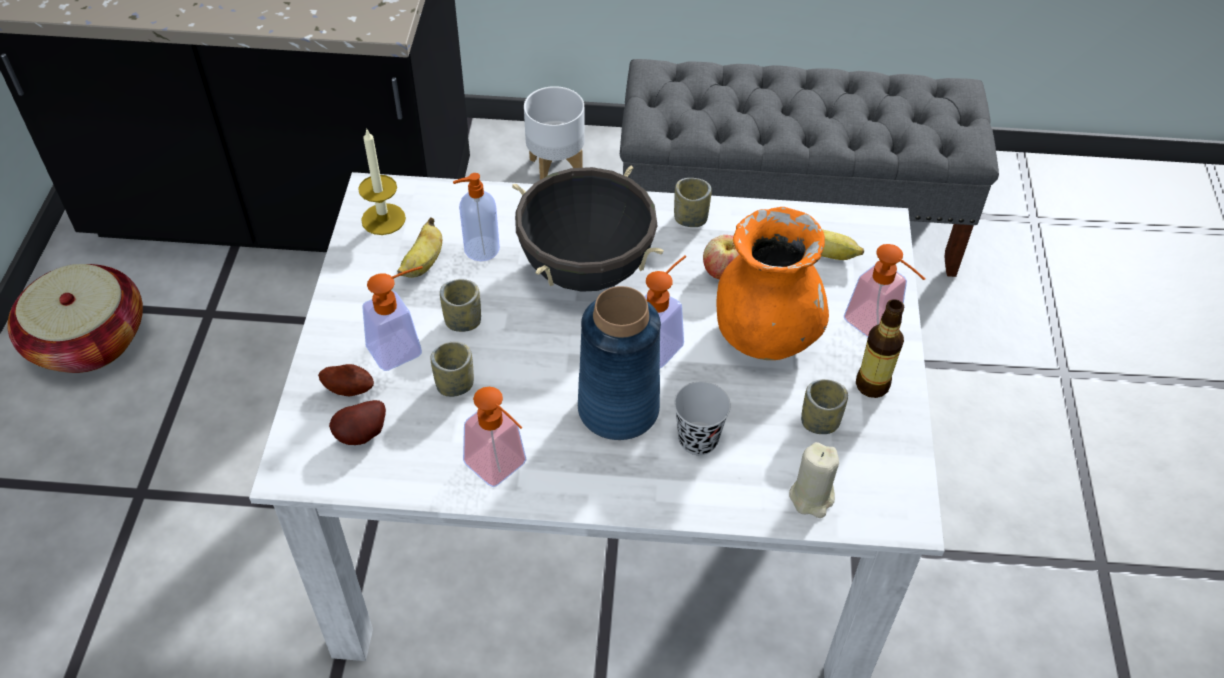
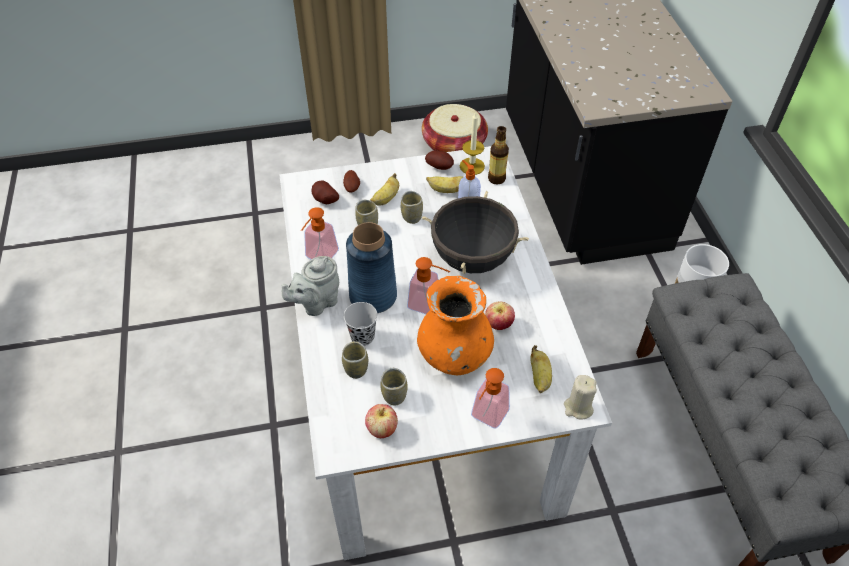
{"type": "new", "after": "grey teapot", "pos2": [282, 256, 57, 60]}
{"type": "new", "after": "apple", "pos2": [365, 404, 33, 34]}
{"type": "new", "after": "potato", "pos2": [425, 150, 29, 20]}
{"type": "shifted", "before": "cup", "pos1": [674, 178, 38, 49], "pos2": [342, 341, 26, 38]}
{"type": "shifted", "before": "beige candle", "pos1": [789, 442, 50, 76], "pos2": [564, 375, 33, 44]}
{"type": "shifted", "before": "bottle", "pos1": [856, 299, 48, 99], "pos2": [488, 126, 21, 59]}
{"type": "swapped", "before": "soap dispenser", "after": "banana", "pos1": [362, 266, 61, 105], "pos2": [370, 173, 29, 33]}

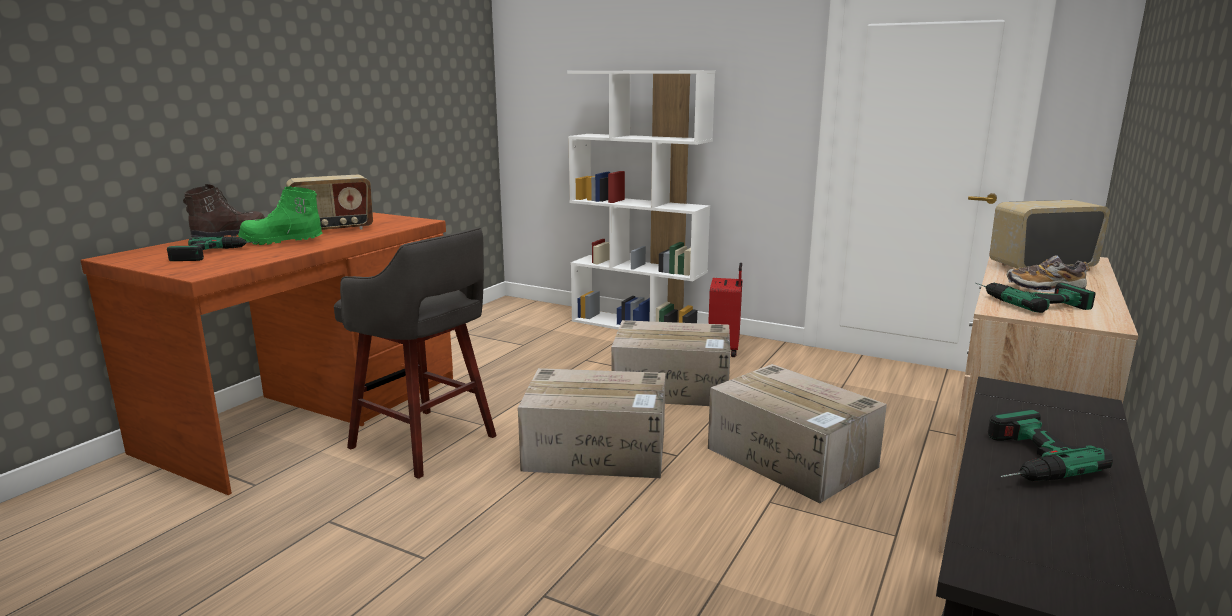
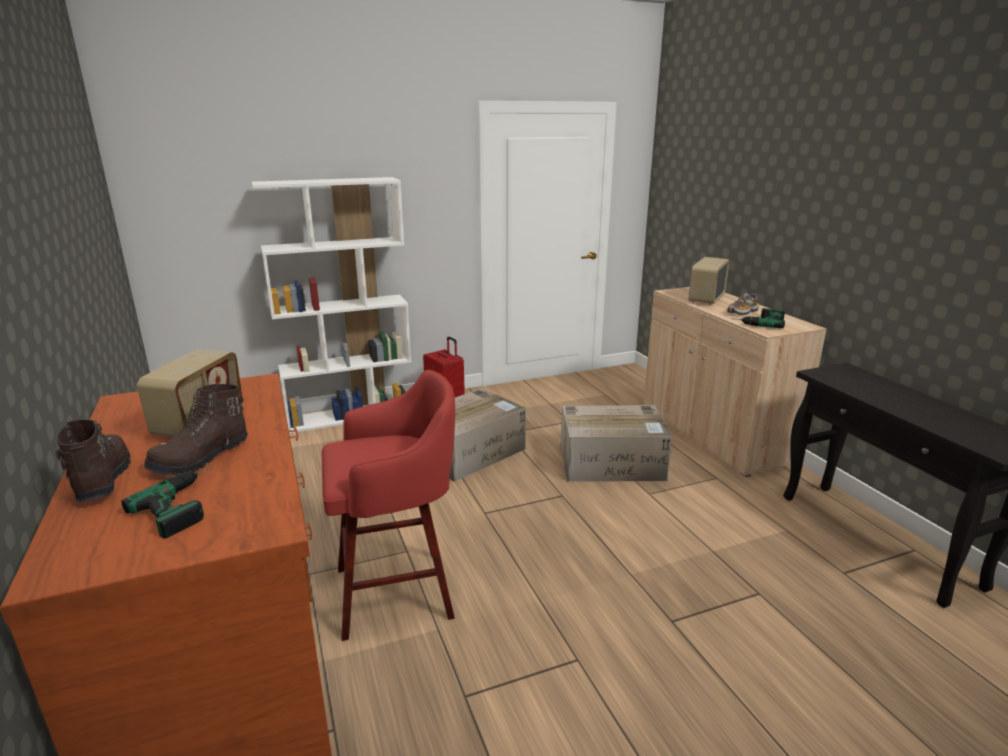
{"type": "gone", "before": "cardboard box", "pos1": [518, 368, 147, 110]}
{"type": "gone", "before": "power drill", "pos1": [988, 409, 125, 72]}
{"type": "repainted", "before": "green boot", "after": "brown boot", "pos1": [238, 186, 85, 59], "pos2": [144, 384, 104, 91]}
{"type": "repainted", "before": "grey stool", "after": "red stool", "pos1": [334, 228, 163, 251], "pos2": [322, 370, 133, 271]}

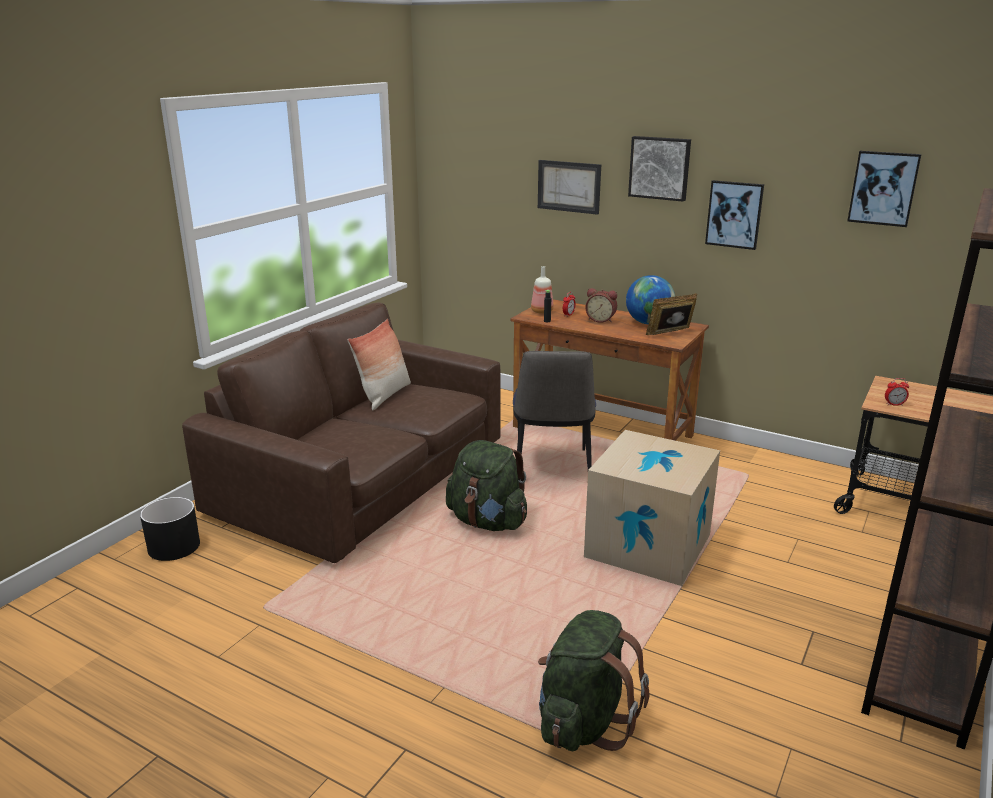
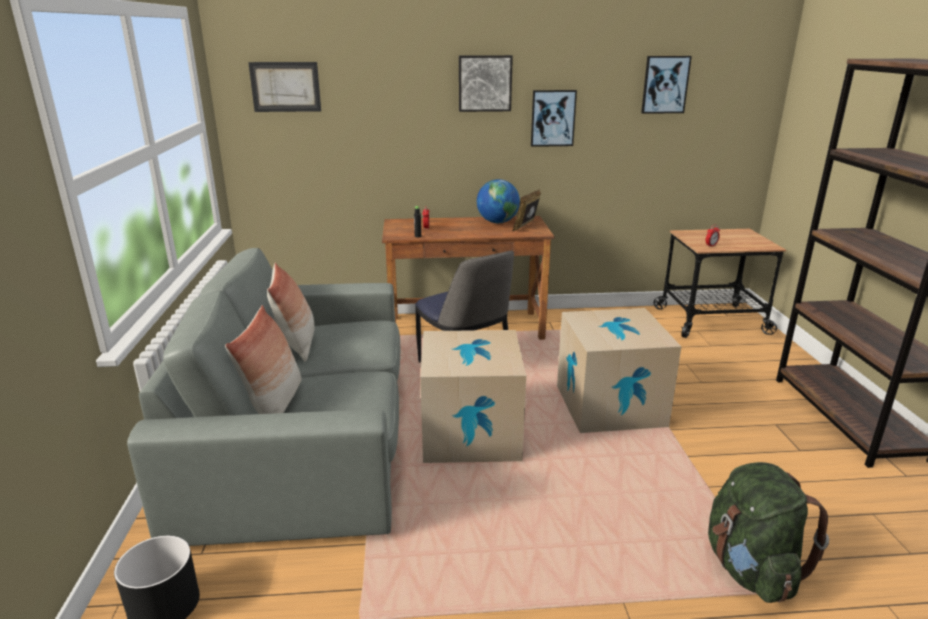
{"type": "gone", "before": "bottle", "pos1": [531, 266, 23, 48]}
{"type": "gone", "before": "alarm clock", "pos1": [586, 288, 31, 35]}
{"type": "new", "after": "pillow", "pos2": [225, 305, 77, 109]}
{"type": "shifted", "before": "picture", "pos1": [538, 160, 63, 55], "pos2": [248, 62, 73, 50]}
{"type": "swapped", "before": "green backpack", "after": "cardboard box", "pos1": [446, 440, 81, 91], "pos2": [420, 330, 106, 133]}
{"type": "repainted", "before": "brown sofa", "after": "grey sofa", "pos1": [182, 303, 319, 260], "pos2": [127, 248, 273, 298]}

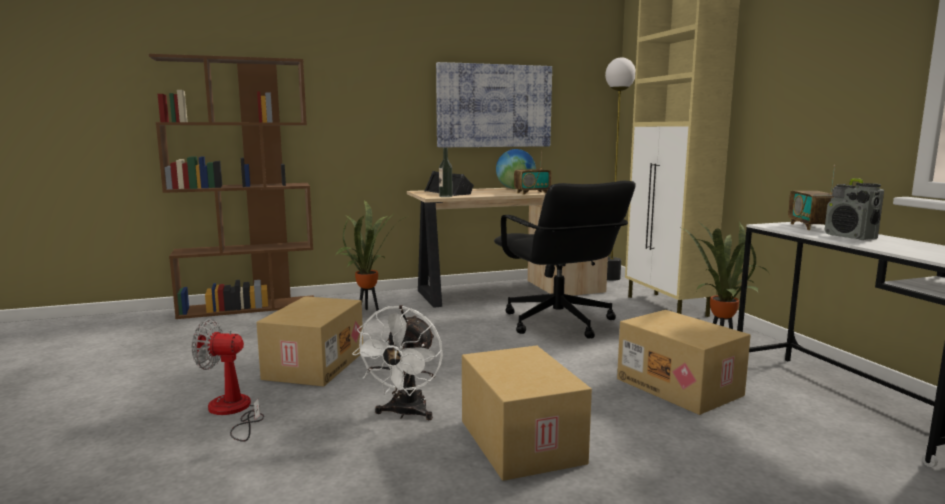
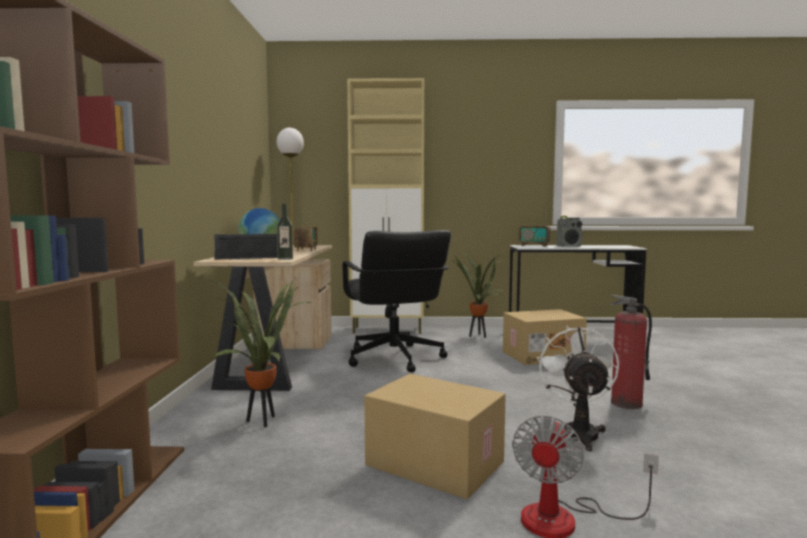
{"type": "gone", "before": "picture", "pos1": [436, 62, 116, 85]}
{"type": "swapped", "before": "cardboard box", "after": "fire extinguisher", "pos1": [462, 346, 130, 135], "pos2": [610, 294, 42, 115]}
{"type": "rotated", "before": "white fan", "pos1": [352, 305, 91, 115], "pos2": [537, 325, 82, 126], "turn": -120}
{"type": "rotated", "before": "black office chair", "pos1": [494, 181, 142, 158], "pos2": [343, 230, 108, 142], "turn": 75}

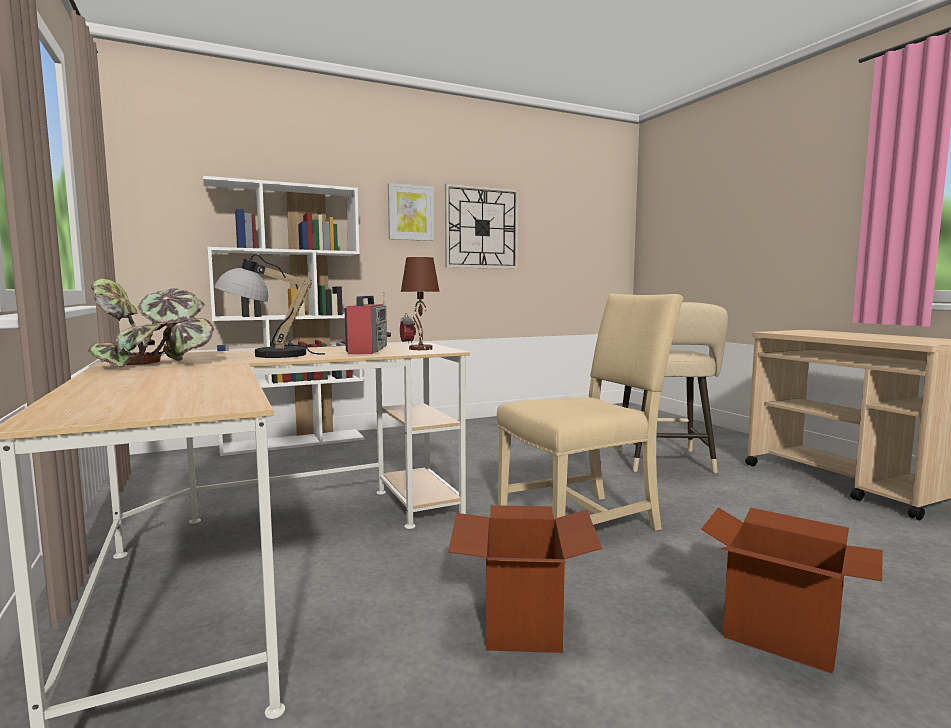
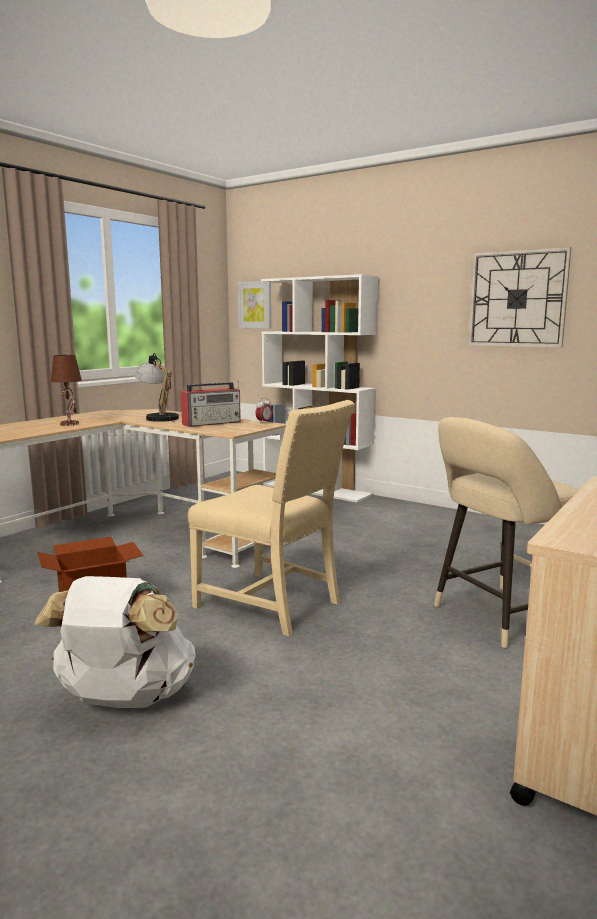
{"type": "gone", "before": "potted plant", "pos1": [88, 278, 126, 90]}
{"type": "shifted", "before": "picture", "pos1": [388, 183, 46, 58], "pos2": [238, 281, 33, 48]}
{"type": "shifted", "before": "brown table lamp", "pos1": [401, 257, 39, 93], "pos2": [51, 355, 31, 71]}
{"type": "swapped", "before": "cardboard box", "after": "white backpack", "pos1": [701, 507, 182, 166], "pos2": [34, 576, 162, 132]}

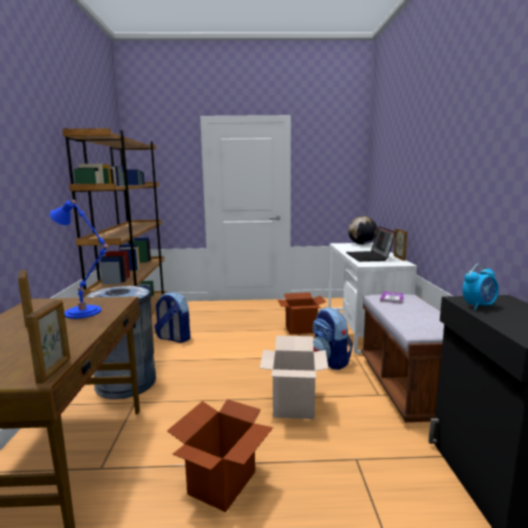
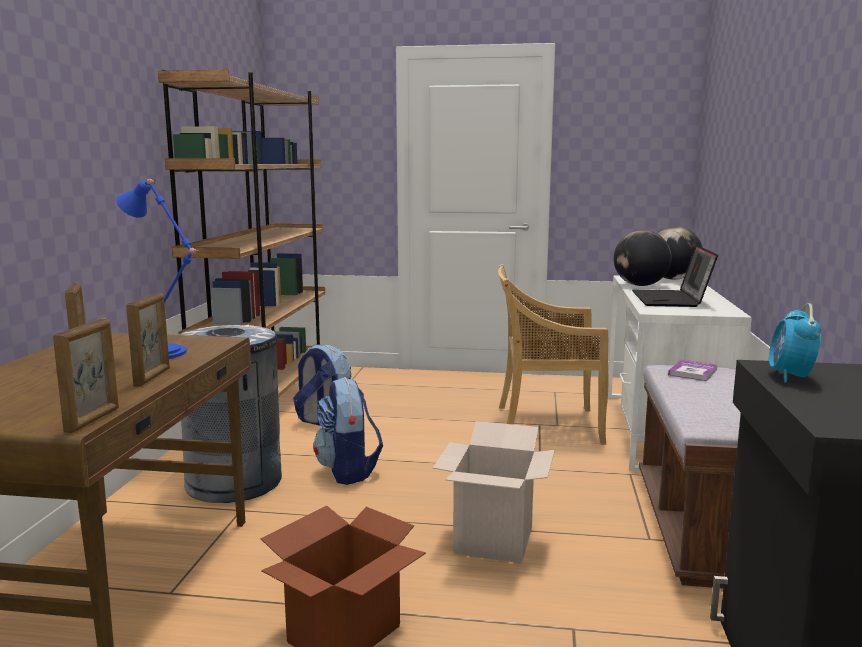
{"type": "new", "after": "globe", "pos2": [614, 230, 58, 56]}
{"type": "shifted", "before": "backpack", "pos1": [312, 307, 41, 63], "pos2": [313, 377, 70, 108]}
{"type": "shifted", "before": "picture frame", "pos1": [394, 229, 13, 32], "pos2": [126, 293, 44, 93]}
{"type": "swapped", "before": "cardboard box", "after": "beige chair", "pos1": [278, 292, 48, 43], "pos2": [498, 264, 110, 181]}
{"type": "rotated", "before": "alarm clock", "pos1": [463, 264, 36, 46], "pos2": [769, 303, 52, 79], "turn": 120}

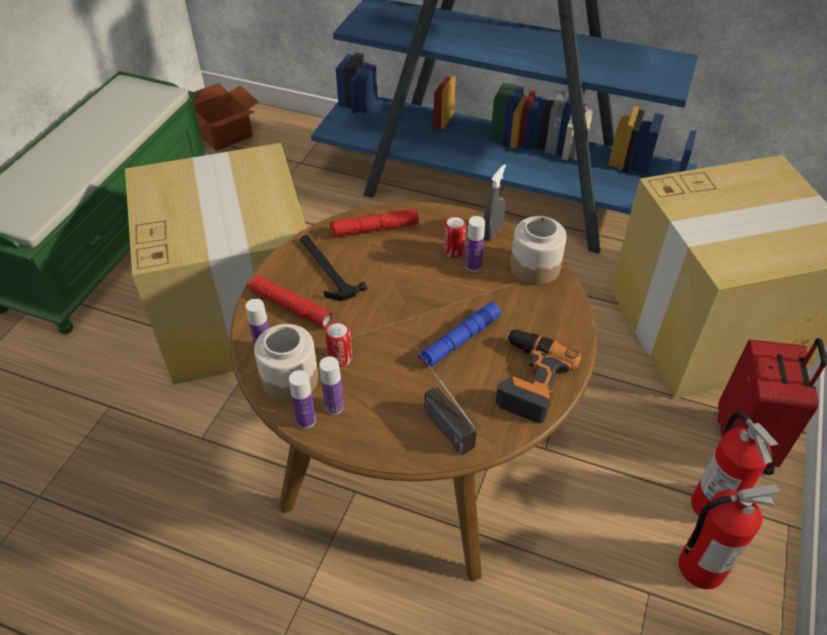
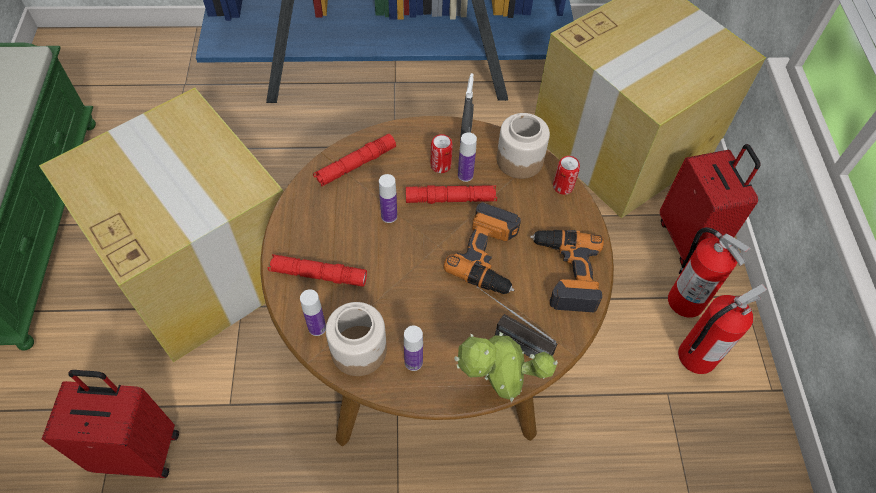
{"type": "gone", "before": "cardboard box", "pos1": [194, 83, 65, 68]}
{"type": "gone", "before": "hammer", "pos1": [300, 235, 67, 66]}
{"type": "new", "after": "red suitcase", "pos2": [42, 370, 137, 108]}
{"type": "new", "after": "red flashlight", "pos2": [406, 185, 91, 19]}
{"type": "new", "after": "potted plant", "pos2": [454, 332, 104, 70]}
{"type": "shifted", "before": "bottle", "pos1": [289, 370, 27, 59], "pos2": [379, 174, 18, 49]}
{"type": "shifted", "before": "can", "pos1": [325, 322, 28, 45], "pos2": [553, 156, 27, 39]}
{"type": "swapped", "before": "blue flashlight", "after": "power drill", "pos1": [418, 302, 83, 65], "pos2": [444, 202, 77, 92]}

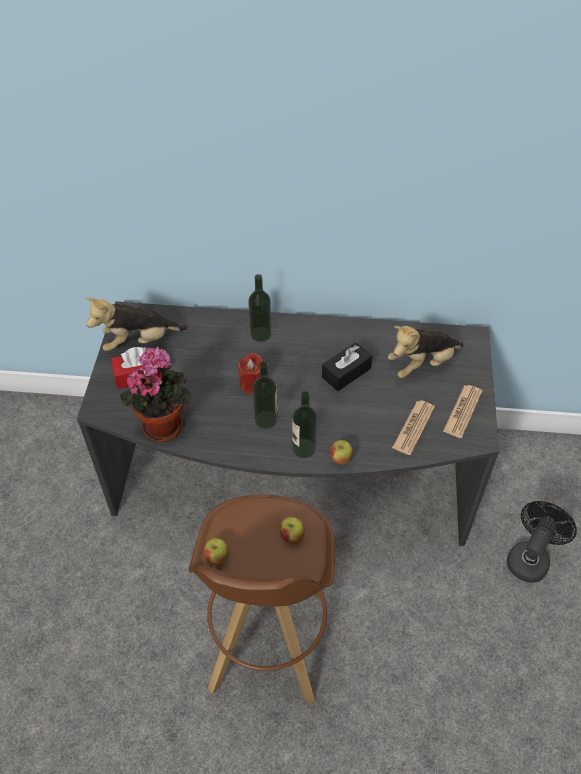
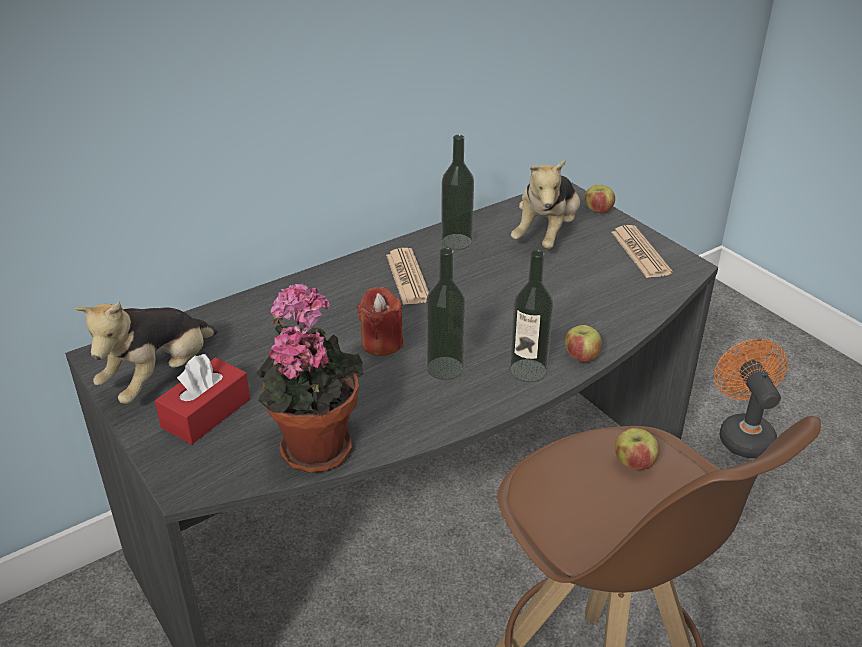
{"type": "gone", "before": "black tissue box", "pos1": [322, 342, 50, 49]}
{"type": "shifted", "before": "apple", "pos1": [203, 538, 26, 27], "pos2": [585, 184, 30, 30]}
{"type": "shifted", "before": "bottle", "pos1": [248, 274, 24, 68], "pos2": [441, 135, 33, 115]}
{"type": "shifted", "before": "newspaper", "pos1": [392, 400, 43, 55], "pos2": [386, 248, 43, 57]}
{"type": "repainted", "before": "black fan", "after": "orange fan", "pos1": [507, 501, 70, 82], "pos2": [714, 339, 74, 119]}

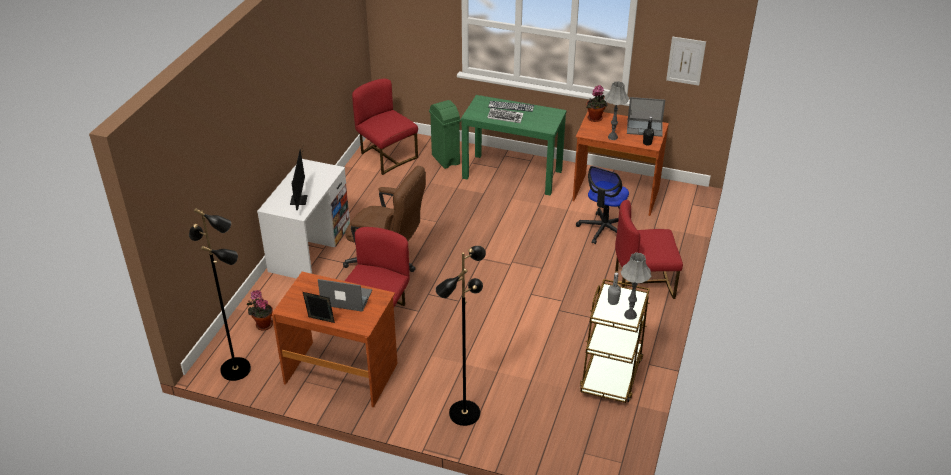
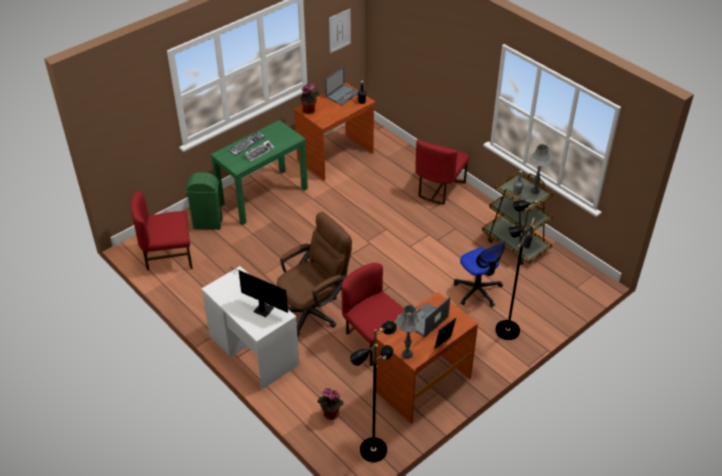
{"type": "shifted", "before": "office chair", "pos1": [576, 166, 53, 78], "pos2": [454, 240, 52, 67]}
{"type": "shifted", "before": "grey table lamp", "pos1": [605, 81, 24, 59], "pos2": [396, 305, 26, 54]}

